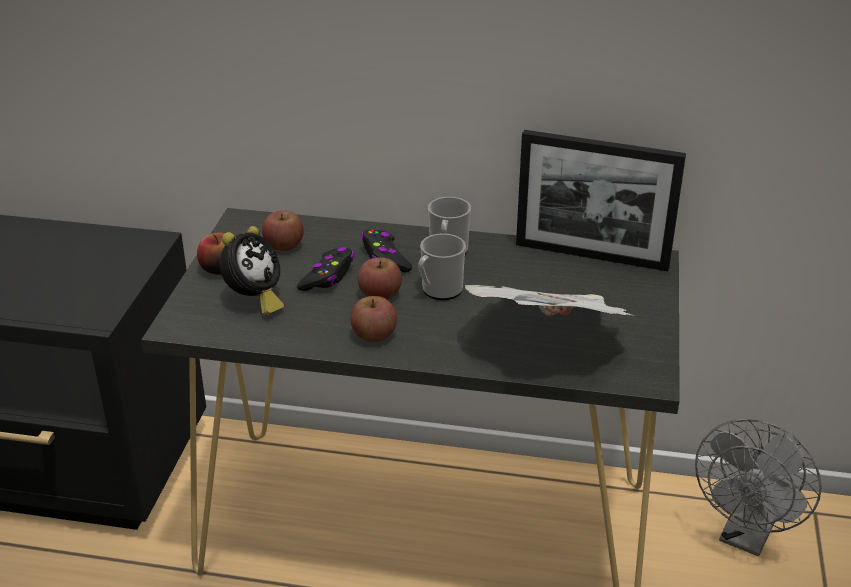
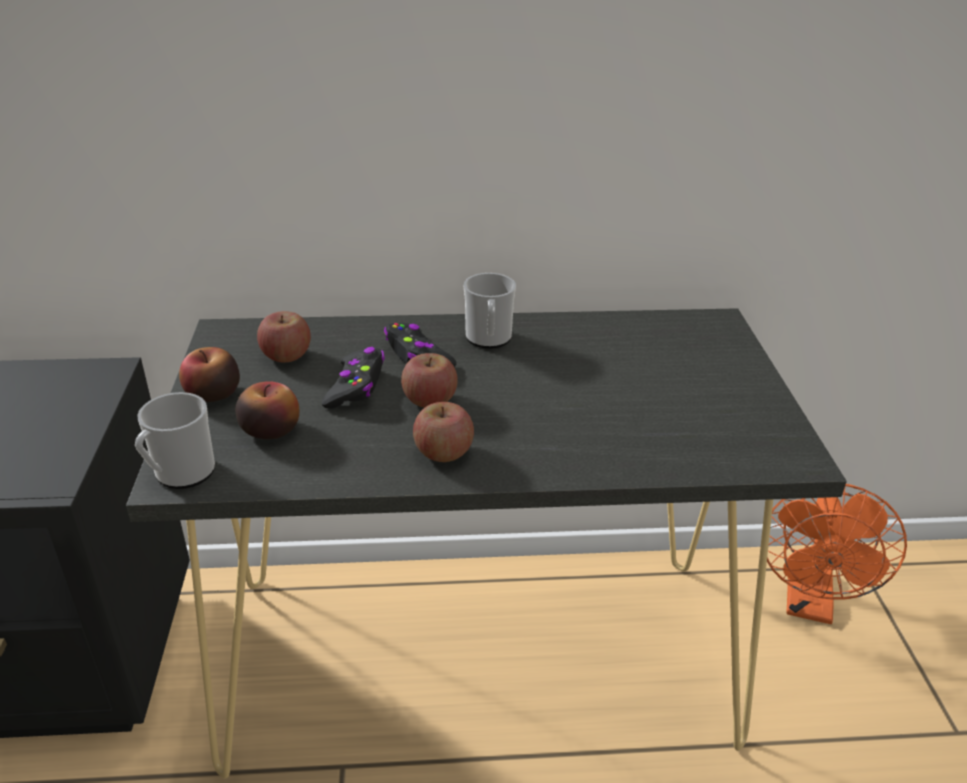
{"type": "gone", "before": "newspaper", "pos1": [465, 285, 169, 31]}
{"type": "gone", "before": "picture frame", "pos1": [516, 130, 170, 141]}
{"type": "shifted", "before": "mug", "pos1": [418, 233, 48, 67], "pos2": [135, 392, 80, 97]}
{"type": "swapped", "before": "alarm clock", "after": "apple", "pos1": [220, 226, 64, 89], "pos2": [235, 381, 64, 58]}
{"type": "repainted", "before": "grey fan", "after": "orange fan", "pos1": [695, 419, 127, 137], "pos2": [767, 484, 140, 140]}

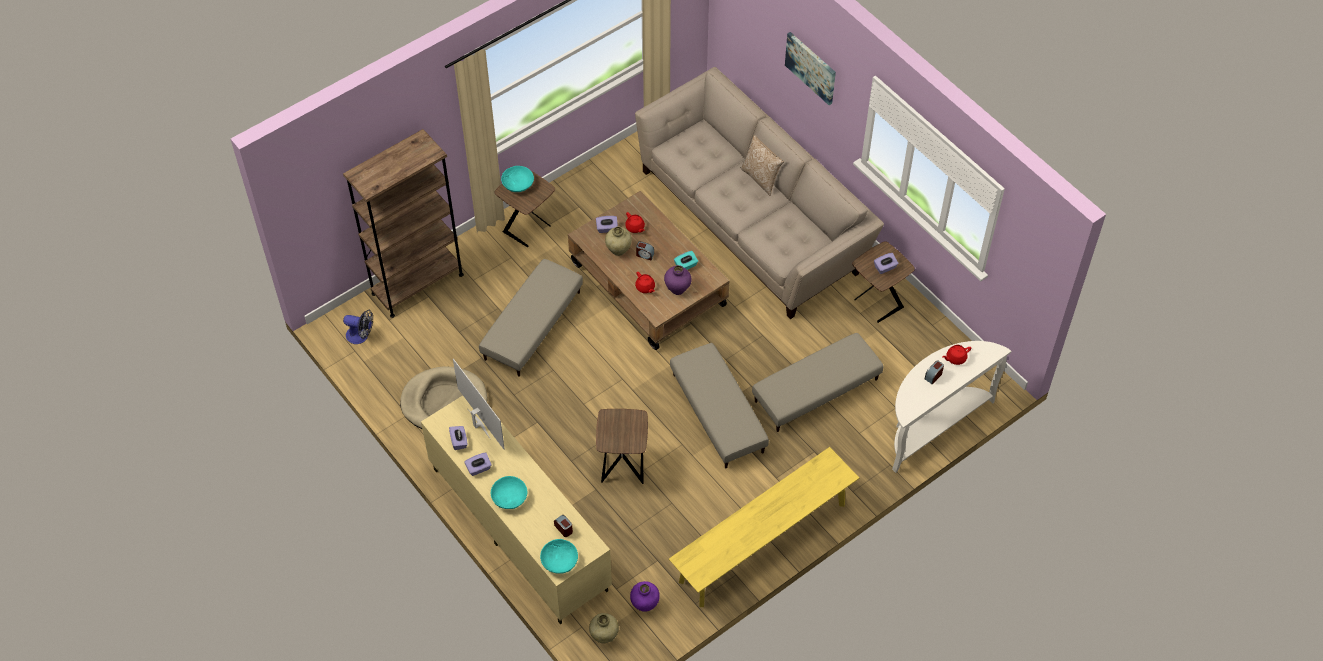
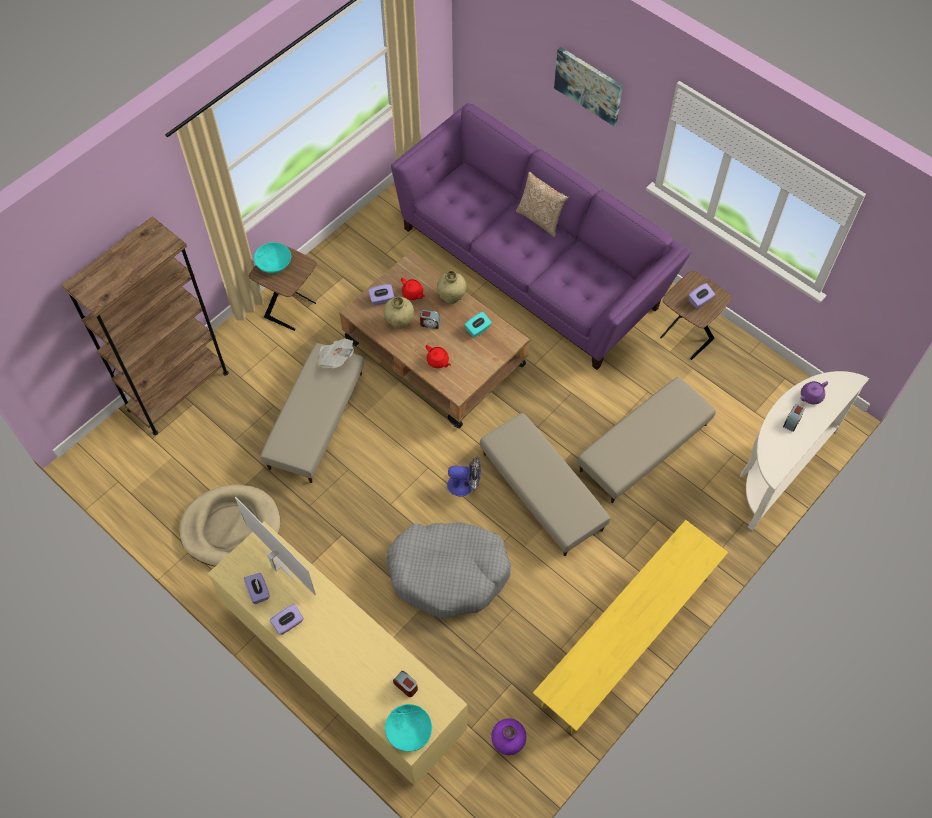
{"type": "gone", "before": "turquoise bowl", "pos1": [491, 476, 37, 33]}
{"type": "gone", "before": "purple vase", "pos1": [664, 265, 28, 30]}
{"type": "new", "after": "newspaper", "pos2": [318, 338, 36, 30]}
{"type": "shifted", "before": "fan", "pos1": [343, 310, 30, 34], "pos2": [447, 457, 34, 40]}
{"type": "shifted", "before": "beige vase", "pos1": [589, 613, 30, 31], "pos2": [437, 271, 30, 33]}
{"type": "swapped", "before": "brown side table", "after": "grey dog bed", "pos1": [596, 409, 52, 75], "pos2": [387, 522, 124, 97]}
{"type": "repainted", "before": "beige sofa", "after": "purple sofa", "pos1": [635, 67, 249, 252], "pos2": [391, 103, 300, 267]}
{"type": "repainted", "before": "red teapot", "after": "purple teapot", "pos1": [942, 345, 30, 20], "pos2": [800, 381, 28, 23]}

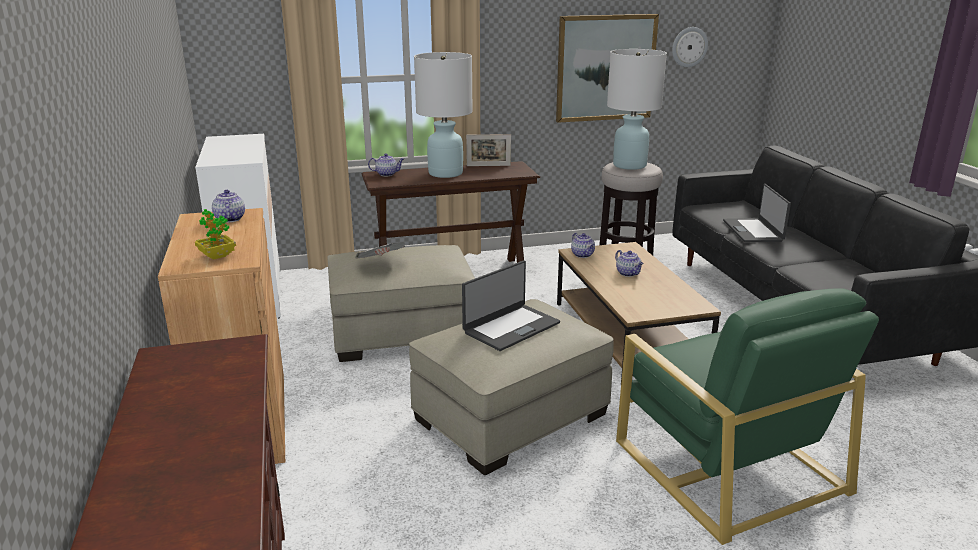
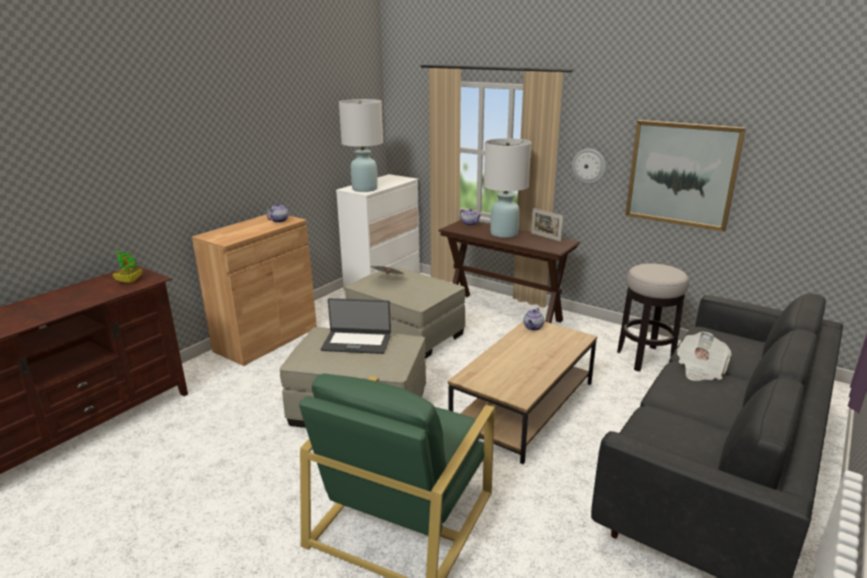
{"type": "gone", "before": "teapot", "pos1": [615, 250, 29, 27]}
{"type": "shifted", "before": "potted plant", "pos1": [195, 209, 41, 51], "pos2": [113, 250, 30, 33]}
{"type": "shifted", "before": "white table lamp", "pos1": [607, 49, 60, 121], "pos2": [339, 99, 44, 93]}
{"type": "shifted", "before": "wall clock", "pos1": [672, 27, 36, 40], "pos2": [572, 148, 34, 36]}
{"type": "swapped", "before": "laptop", "after": "newspaper", "pos1": [723, 184, 68, 58], "pos2": [676, 332, 56, 49]}

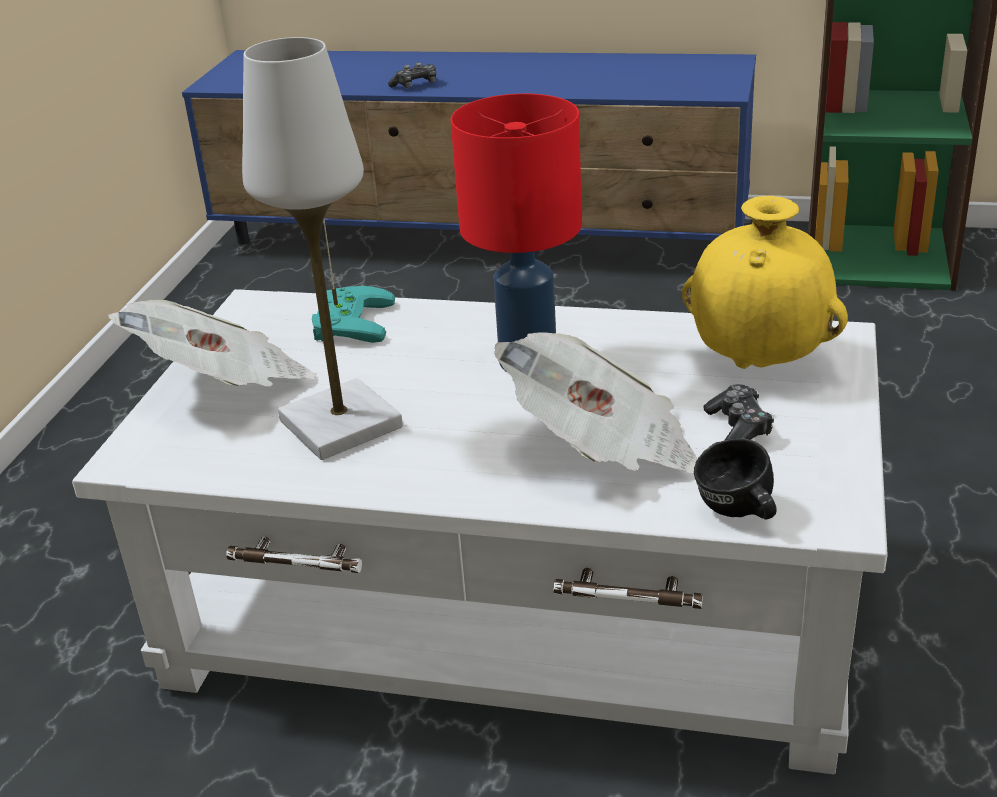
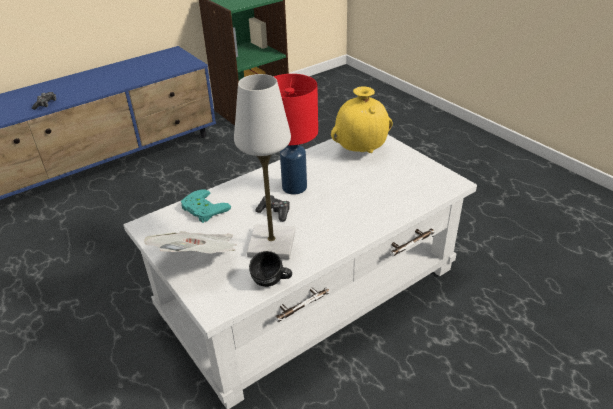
{"type": "gone", "before": "newspaper", "pos1": [494, 333, 204, 139]}
{"type": "shifted", "before": "black mug", "pos1": [694, 438, 83, 81], "pos2": [249, 251, 43, 36]}
{"type": "shifted", "before": "game controller", "pos1": [704, 384, 70, 56], "pos2": [255, 195, 35, 27]}

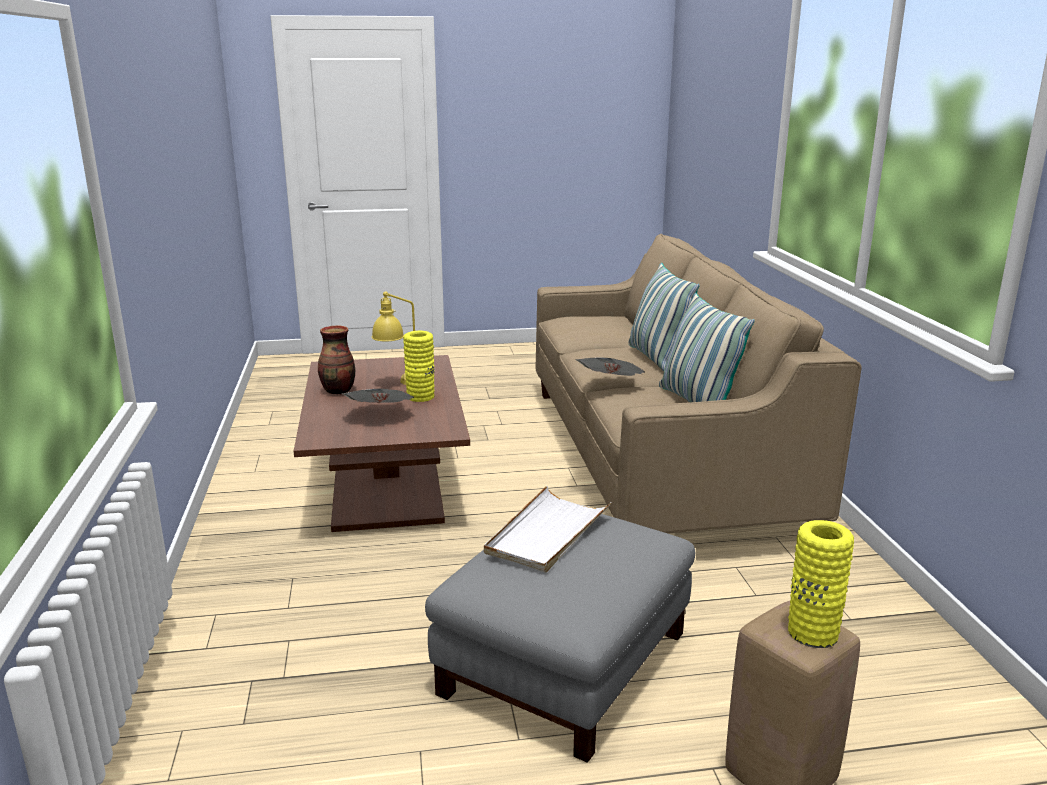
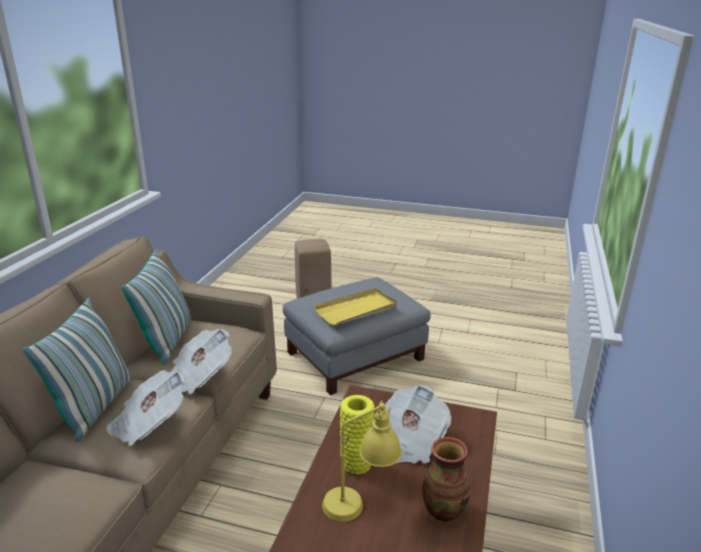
{"type": "gone", "before": "yellow vase", "pos1": [788, 520, 66, 128]}
{"type": "new", "after": "newspaper", "pos2": [106, 370, 79, 76]}
{"type": "repainted", "before": "white tray", "after": "yellow tray", "pos1": [484, 486, 128, 87], "pos2": [314, 288, 83, 37]}

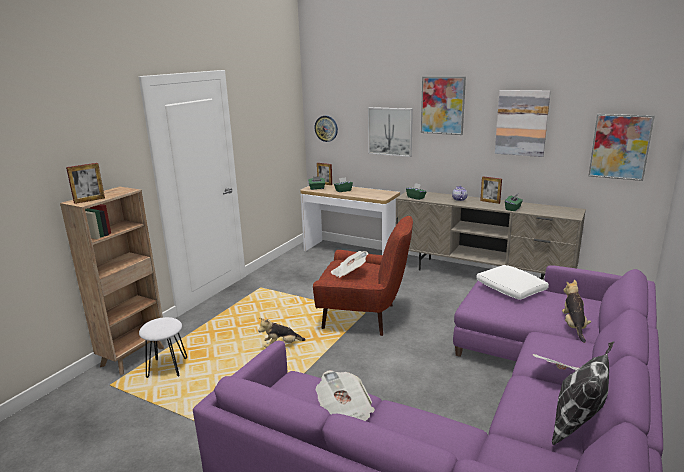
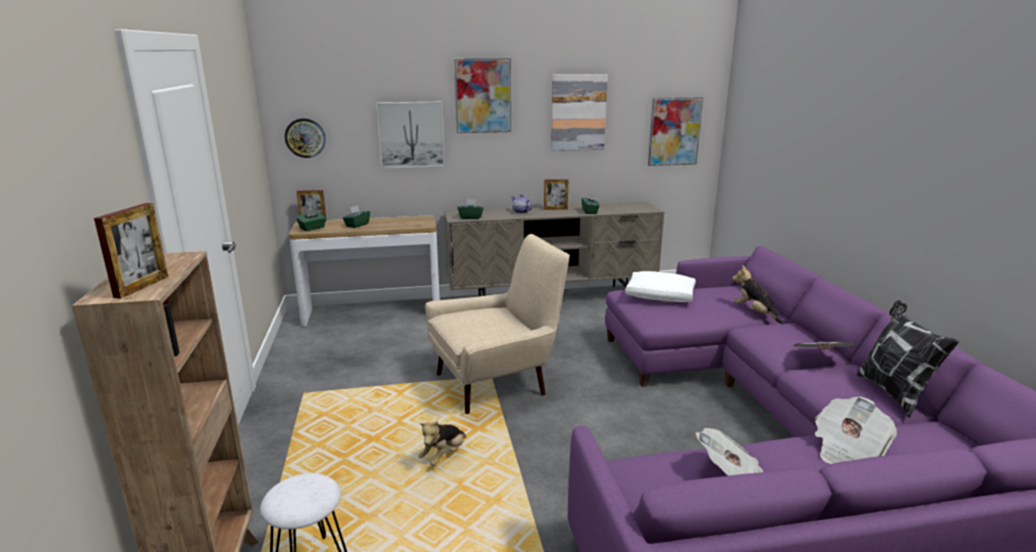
{"type": "shifted", "before": "newspaper", "pos1": [331, 251, 37, 27], "pos2": [815, 397, 82, 67]}
{"type": "repainted", "before": "red armchair", "after": "beige armchair", "pos1": [313, 216, 100, 120], "pos2": [425, 234, 145, 180]}

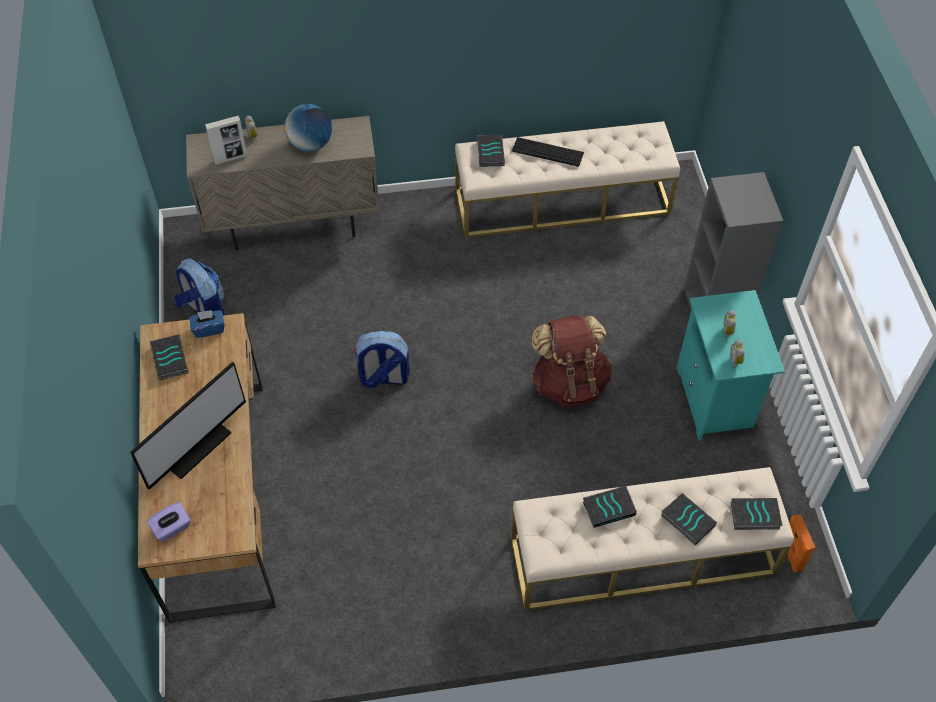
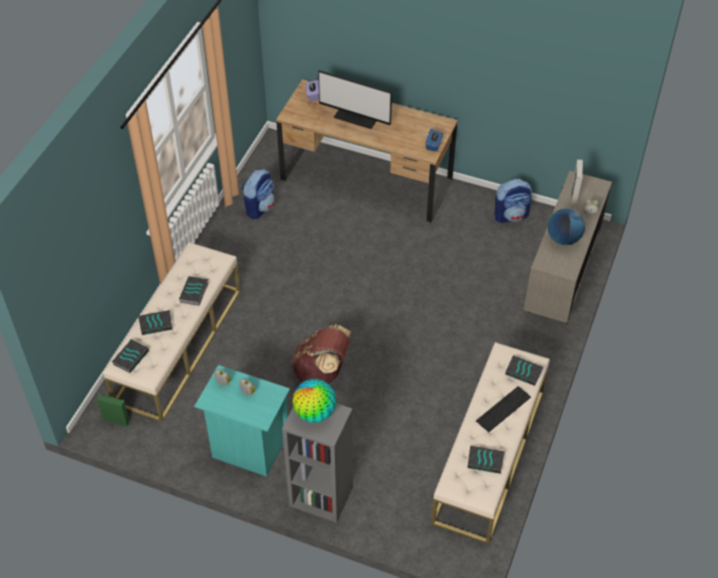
{"type": "new", "after": "globe", "pos2": [293, 379, 43, 44]}
{"type": "shifted", "before": "book", "pos1": [150, 334, 39, 47], "pos2": [467, 445, 38, 29]}
{"type": "shifted", "before": "backpack", "pos1": [354, 331, 56, 57], "pos2": [242, 169, 33, 50]}
{"type": "repainted", "before": "orange speaker", "after": "green speaker", "pos1": [787, 514, 28, 58], "pos2": [97, 394, 33, 32]}
{"type": "rotated", "before": "monitor", "pos1": [130, 362, 116, 128], "pos2": [318, 70, 74, 59], "turn": -45}

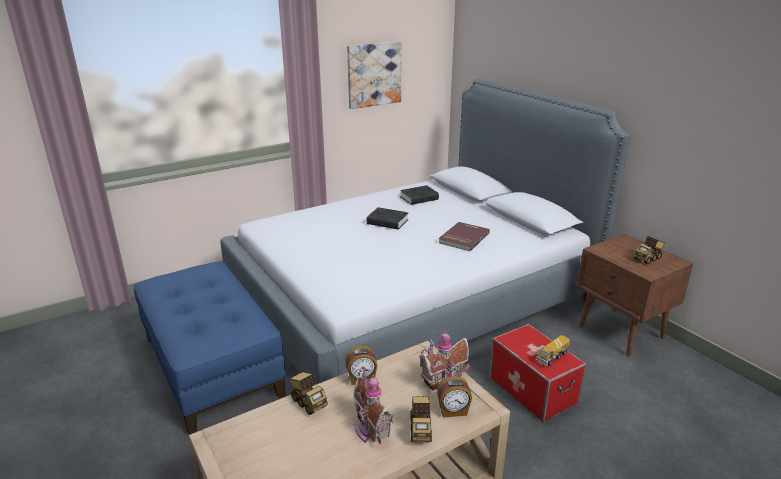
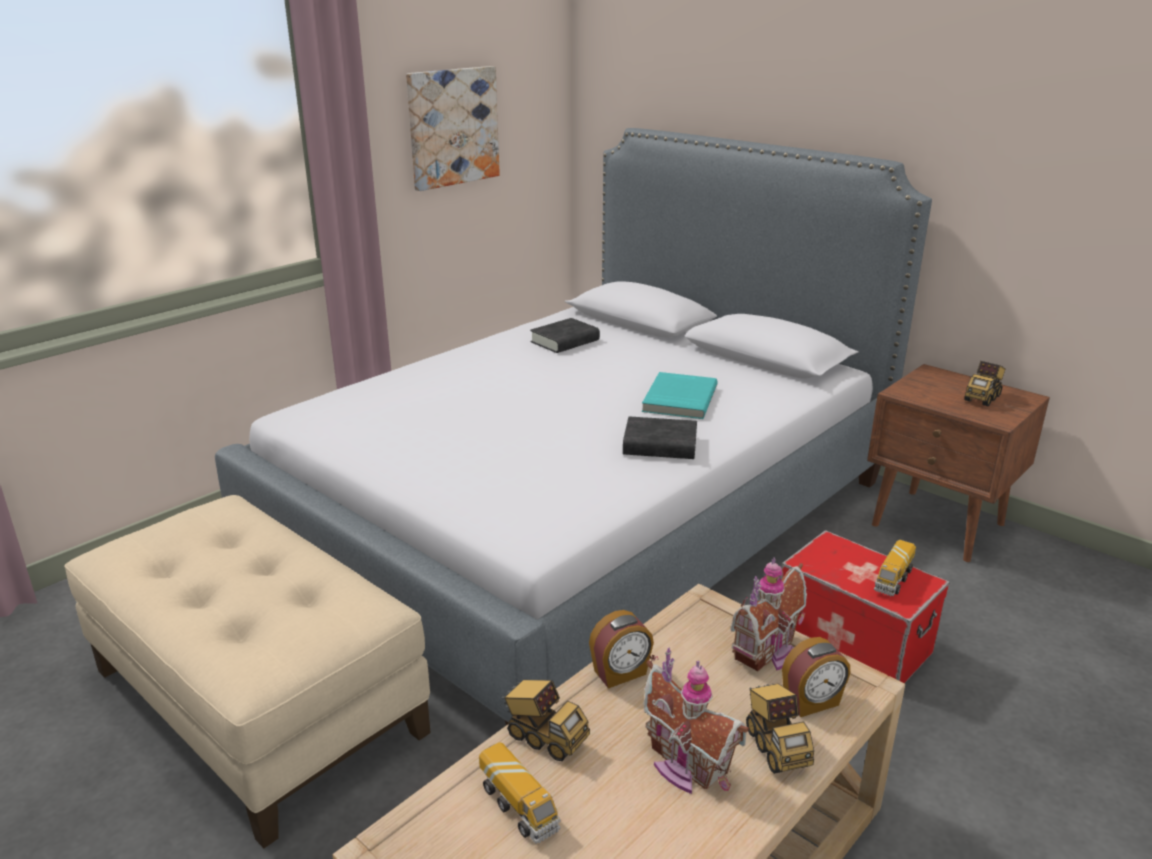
{"type": "new", "after": "toy truck", "pos2": [479, 742, 82, 102]}
{"type": "shifted", "before": "black book", "pos1": [367, 207, 41, 23], "pos2": [623, 416, 74, 43]}
{"type": "repainted", "before": "blue ottoman", "after": "beige ottoman", "pos1": [134, 261, 152, 173], "pos2": [64, 495, 367, 353]}
{"type": "repainted", "before": "red book", "after": "turquoise book", "pos1": [439, 222, 51, 29], "pos2": [642, 372, 76, 47]}

